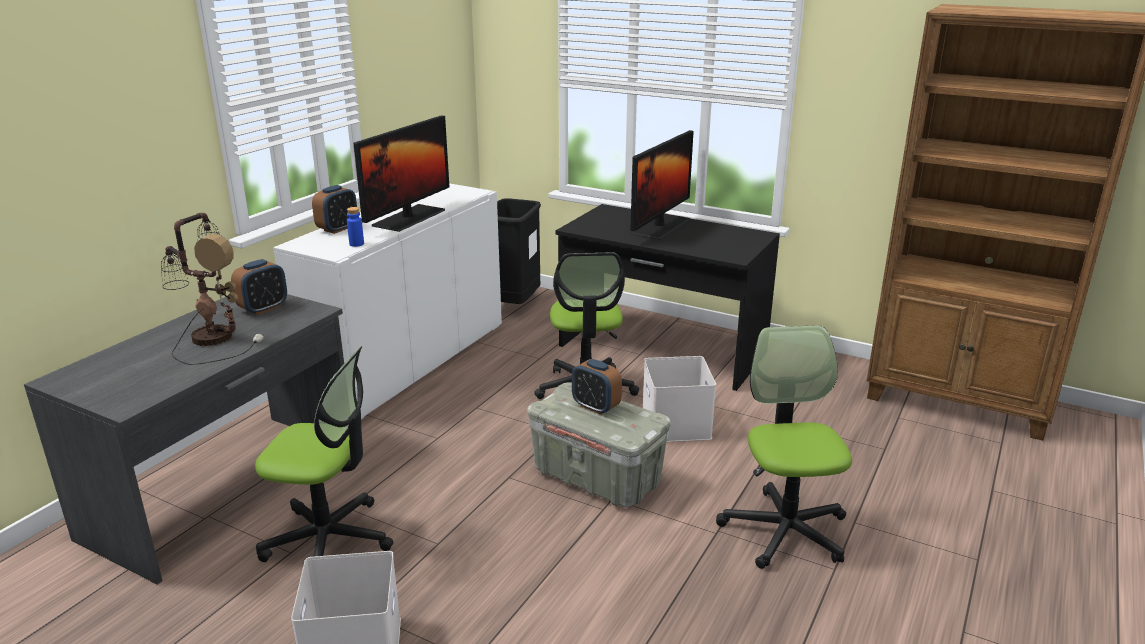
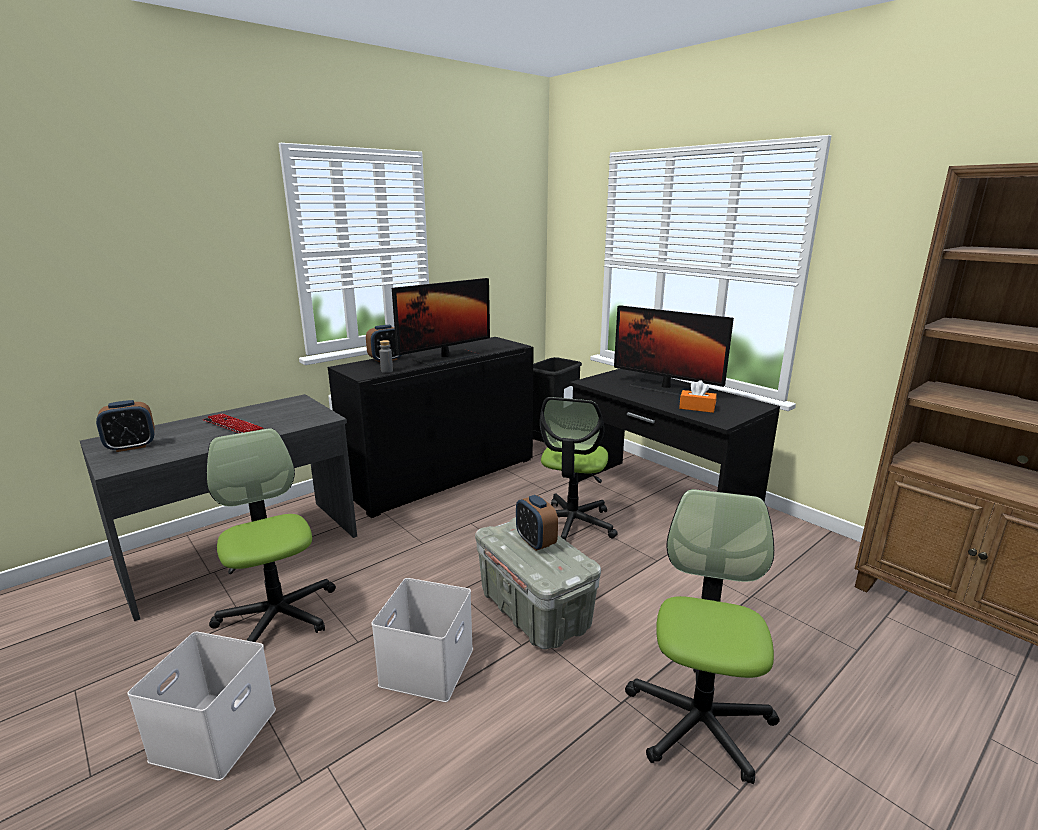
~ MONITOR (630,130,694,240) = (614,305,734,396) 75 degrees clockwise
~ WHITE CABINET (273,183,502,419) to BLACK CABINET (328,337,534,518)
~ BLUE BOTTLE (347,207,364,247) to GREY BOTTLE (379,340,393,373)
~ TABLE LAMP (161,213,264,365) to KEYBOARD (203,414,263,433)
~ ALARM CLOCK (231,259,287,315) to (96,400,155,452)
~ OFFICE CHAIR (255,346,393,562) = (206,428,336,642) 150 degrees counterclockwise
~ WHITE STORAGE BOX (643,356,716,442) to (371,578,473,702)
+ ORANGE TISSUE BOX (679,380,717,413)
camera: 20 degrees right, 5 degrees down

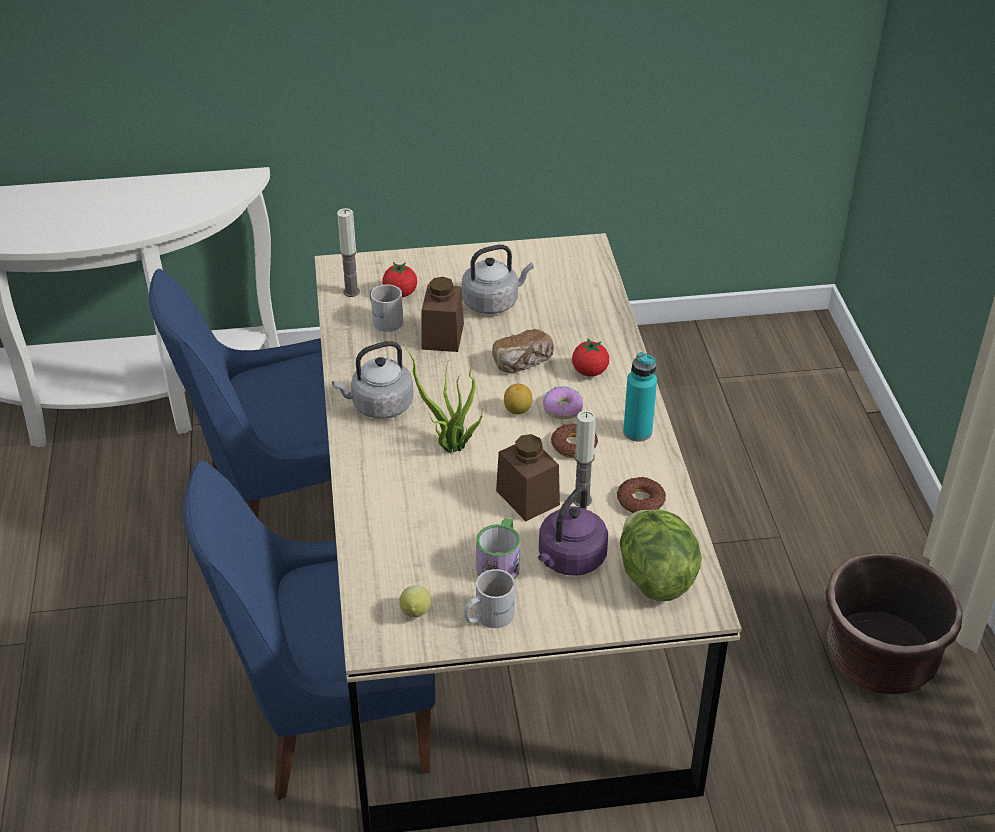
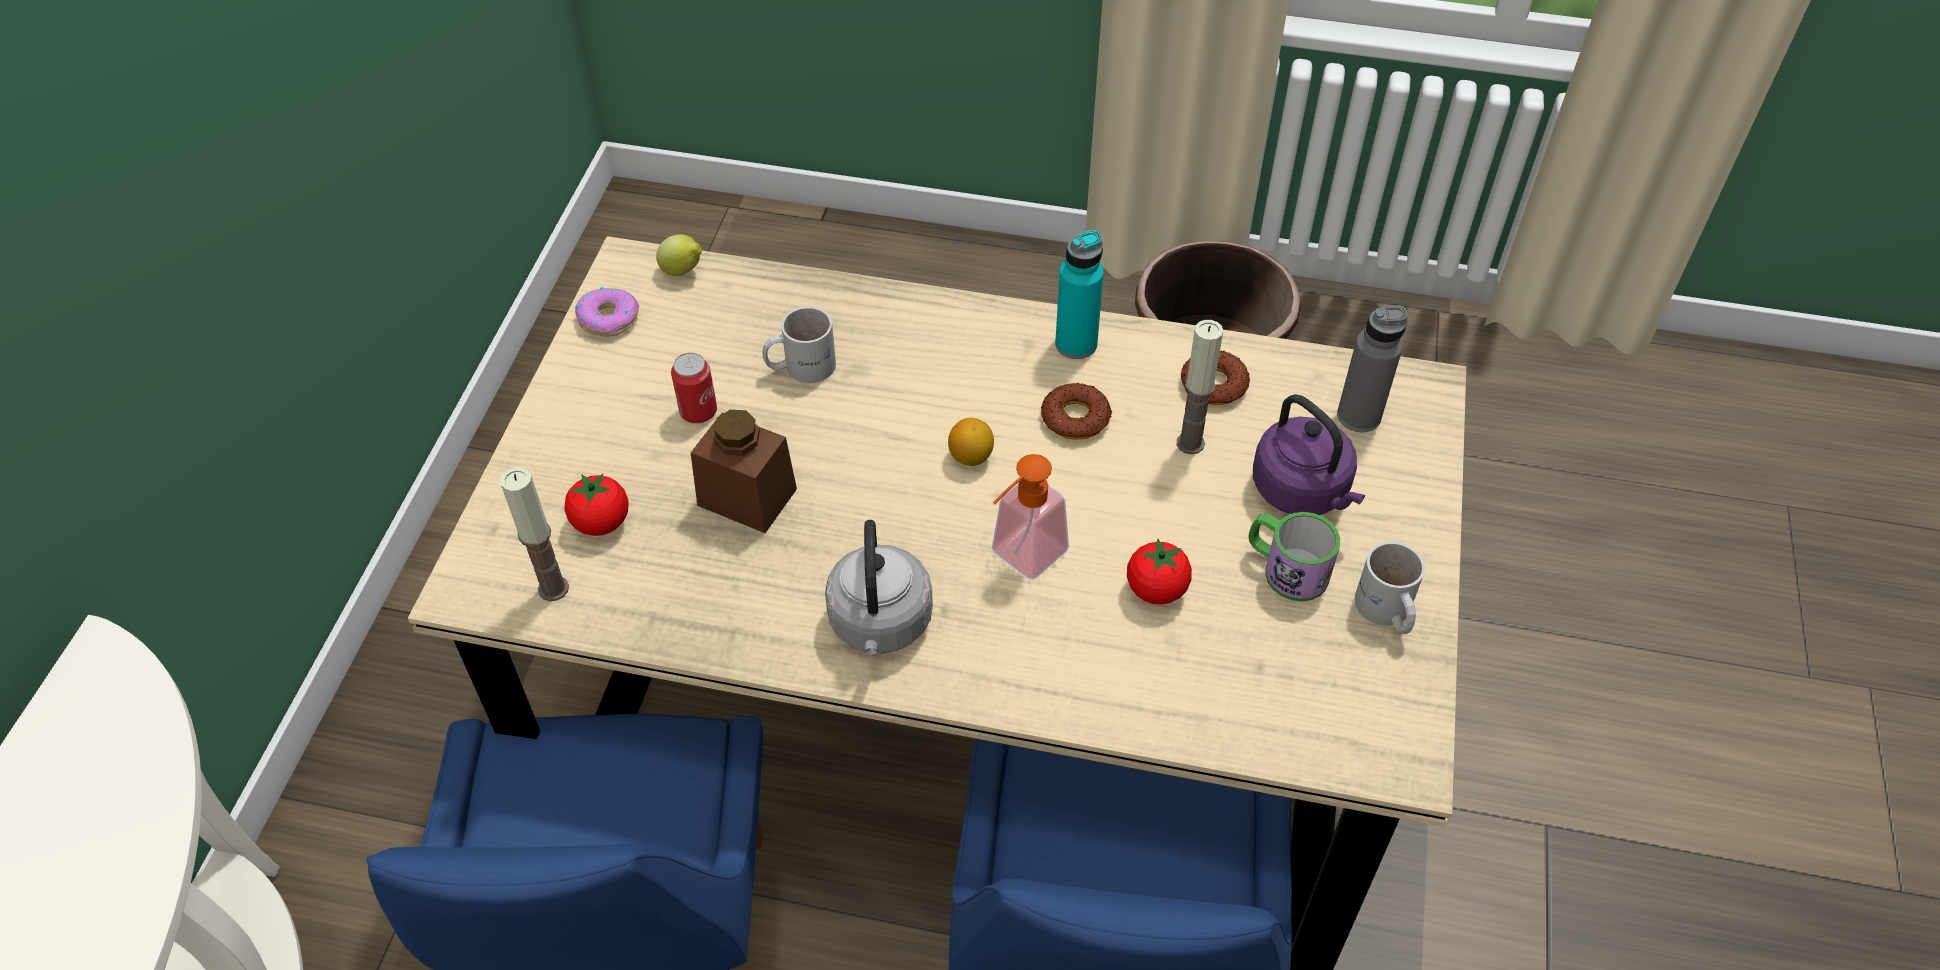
~ GREY KETTLE (462,244,534,314) to CAN (671,353,717,423)
~ WHITE MUG (370,284,403,332) to (762,307,836,383)
- BREAD (492,329,554,373)
~ TOMATO (572,338,609,377) to (1127,538,1192,605)
~ POTTED PLANT (403,344,483,453) to SOAP DISPENSER (992,454,1069,580)
~ DONUT (543,386,583,419) to (575,287,639,336)
- BROWN JAR (496,434,560,521)
~ LETTUCE (620,509,702,601) to GREY BOTTLE (1337,305,1408,432)
~ LEMON (399,585,431,617) to (656,235,702,276)
camera: 70 degrees left, 10 degrees up

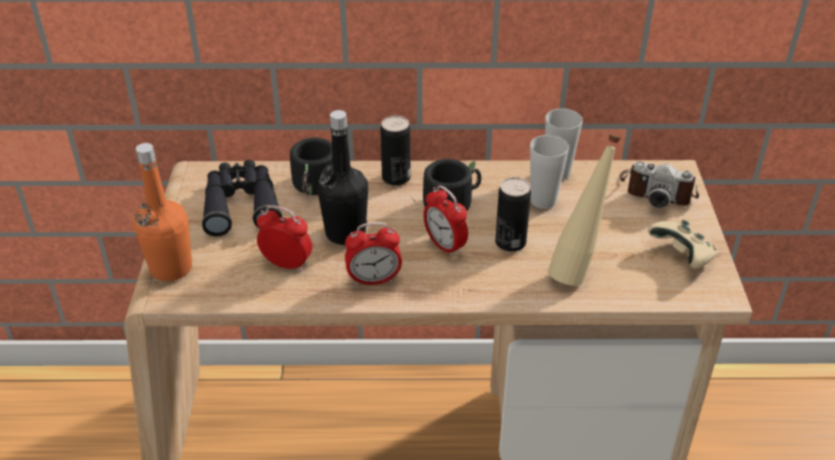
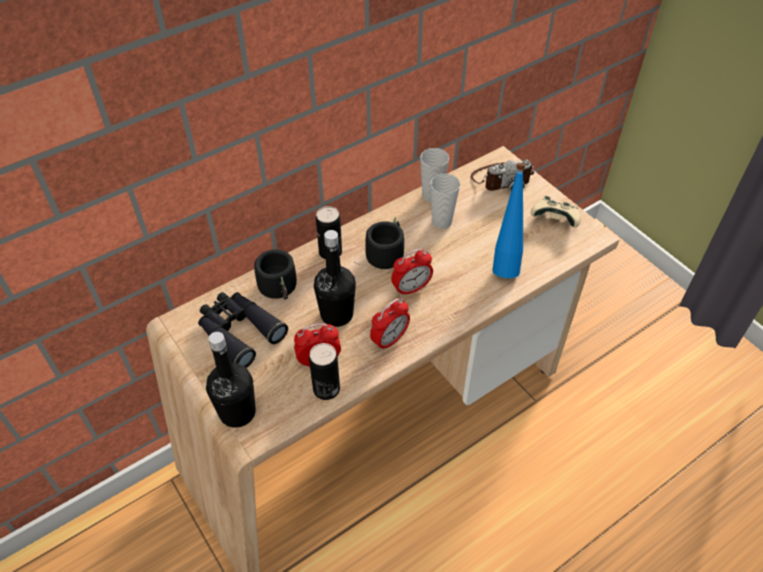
~ BEIGE BOTTLE (548,133,621,286) to BLUE BOTTLE (492,163,525,278)
~ ORANGE BOTTLE (133,143,192,281) to BLACK BOTTLE (206,332,256,428)
~ CAN (495,177,531,252) to (309,343,340,400)
~ ALARM CLOCK (423,185,468,257) = (391,249,433,297) 45 degrees counterclockwise
camera: 35 degrees left, 10 degrees up

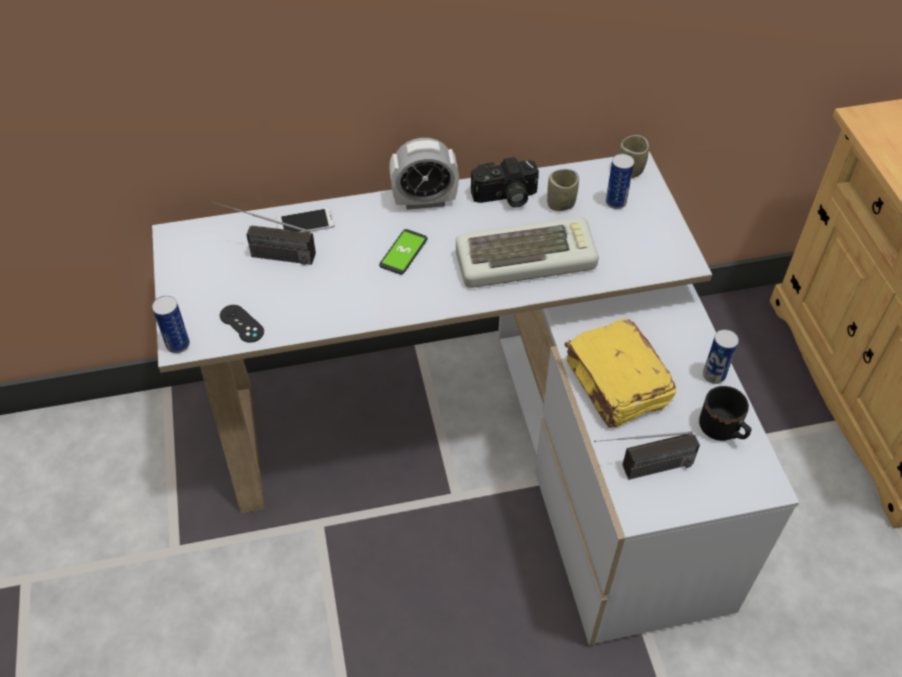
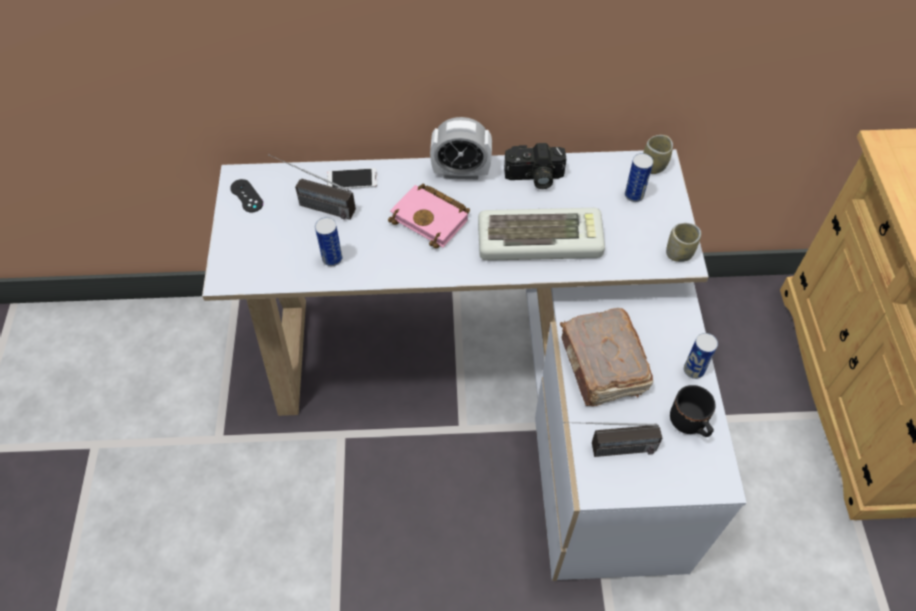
~ CUP (547,169,579,211) to (666,223,701,262)
~ PHONE (379,229,428,275) to PINK BOOK (388,184,470,248)
~ CAN (152,296,190,353) to (315,217,343,266)
~ BLACK GAME CONTROLLER (220,305,264,343) to (230,179,263,212)
~ YELLOW BOOK (564,319,676,428) to BROWN BOOK (560,308,654,406)
camera: 10 degrees right, 5 degrees up

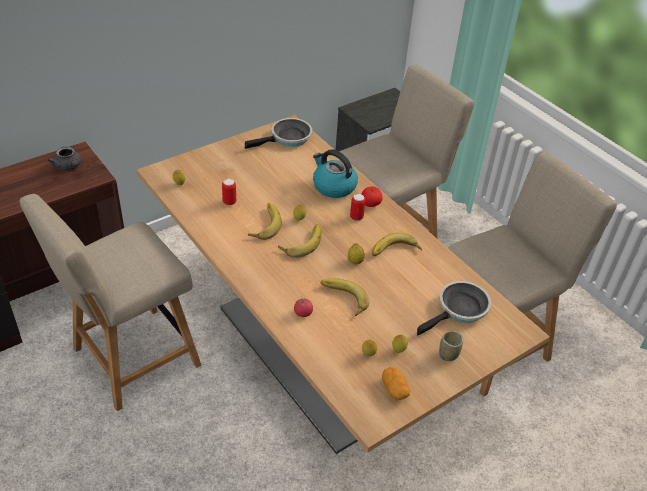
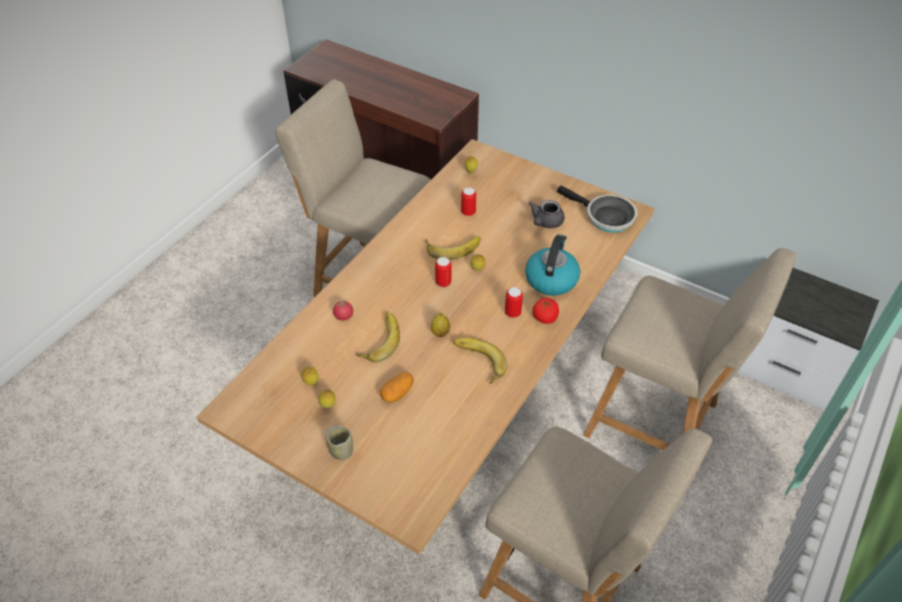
~ GREY TEAPOT (48,146,82,171) to (529,200,564,228)
~ BANANA (278,224,322,258) to CAN (435,257,451,287)
- FRYING PAN (417,281,491,335)
~ POTATO (382,367,411,400) to (380,372,414,402)
camera: 70 degrees right, 5 degrees up

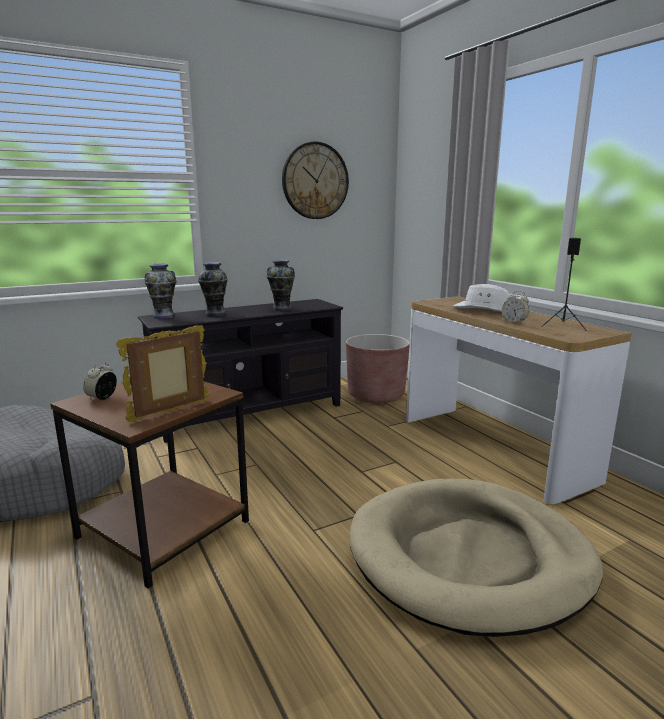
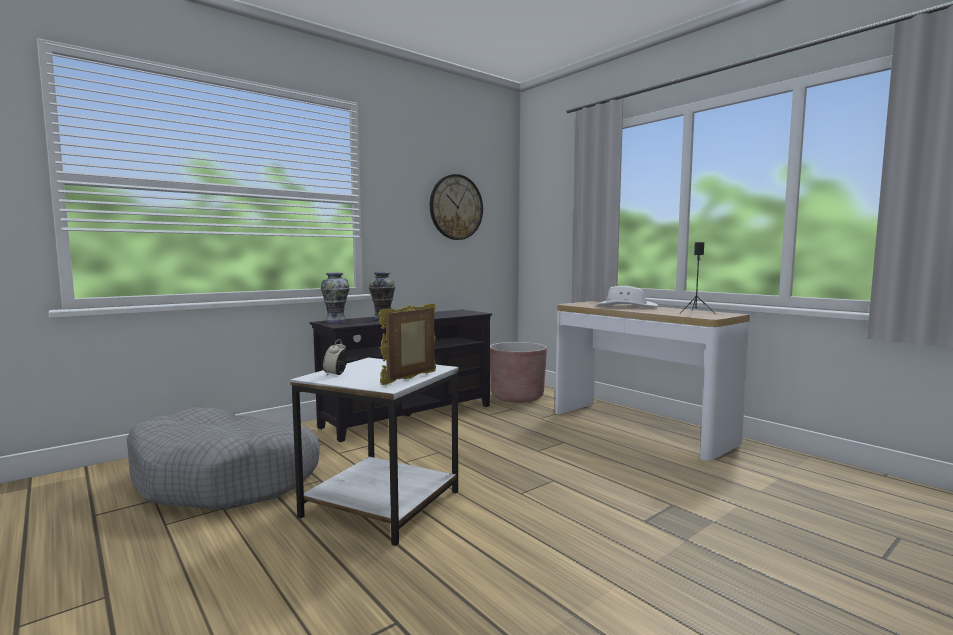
- VASE (267,260,295,311)
- ALARM CLOCK (502,291,529,324)
~ BROWN SIDE TABLE (50,381,249,589) to WHITE SIDE TABLE (290,358,459,546)
- BEIGE DOG BED (349,479,603,637)
camera: 10 degrees left, 10 degrees down

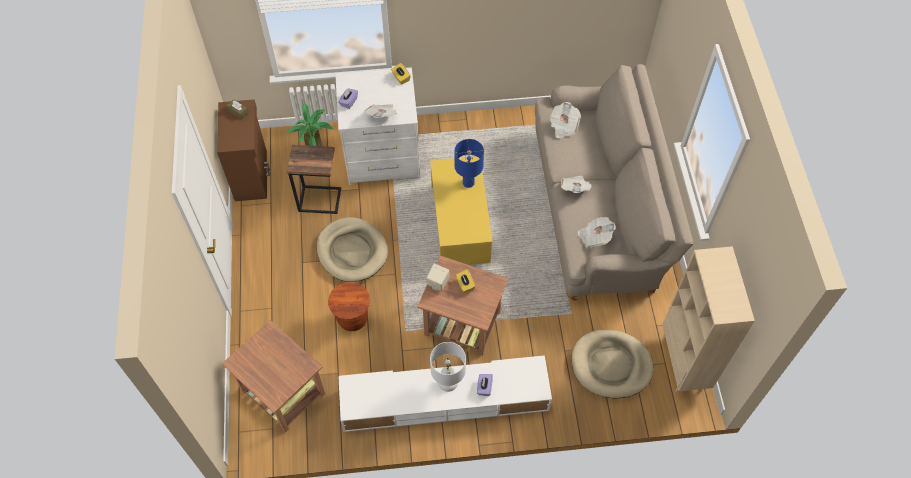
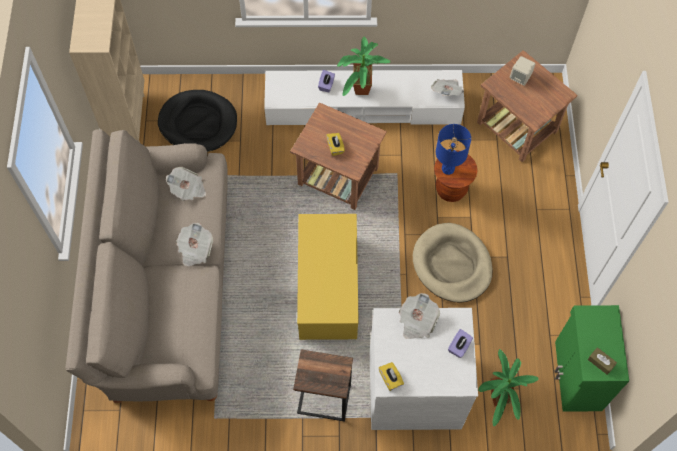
~ BROWN CABINET (217,99,270,201) to GREEN CABINET (555,305,629,412)
~ NEWSPAPER (550,102,581,138) to (431,79,464,96)
~ BLUE TABLE LAMP (454,139,484,188) to (436,124,471,175)
~ SIDE TABLE (287,145,341,214) to (293,349,353,422)
~ BEIGE SPEAKER (426,264,450,291) to (510,56,536,85)
~ BEIGE DOG BED (571,329,654,398) to BLACK DOG BED (158,90,237,152)
~ WHITE TABLE LAMP (430,342,466,392) to POTTED PLANT (337,37,391,96)
camera: 175 degrees left, 5 degrees up

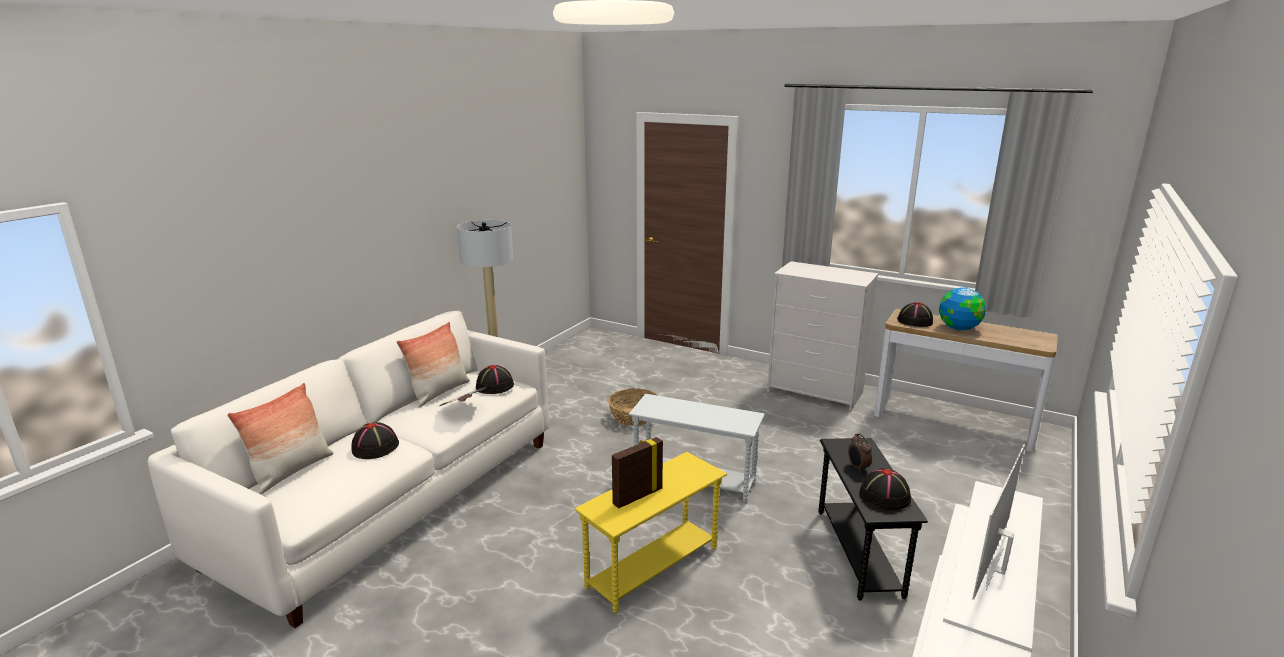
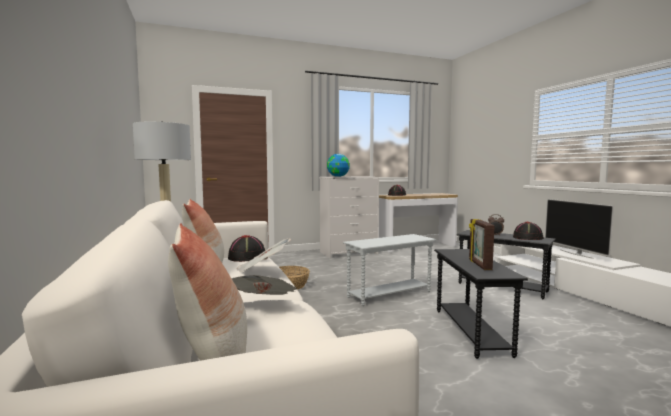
~ GLOBE (939,287,986,330) to (327,154,350,177)
~ BLACK HAT (351,422,399,459) to NEWSPAPER (231,275,297,295)
~ YELLOW SIDE TABLE (574,452,727,613) to BLACK SIDE TABLE (434,249,528,359)
camera: 50 degrees left, 15 degrees down

